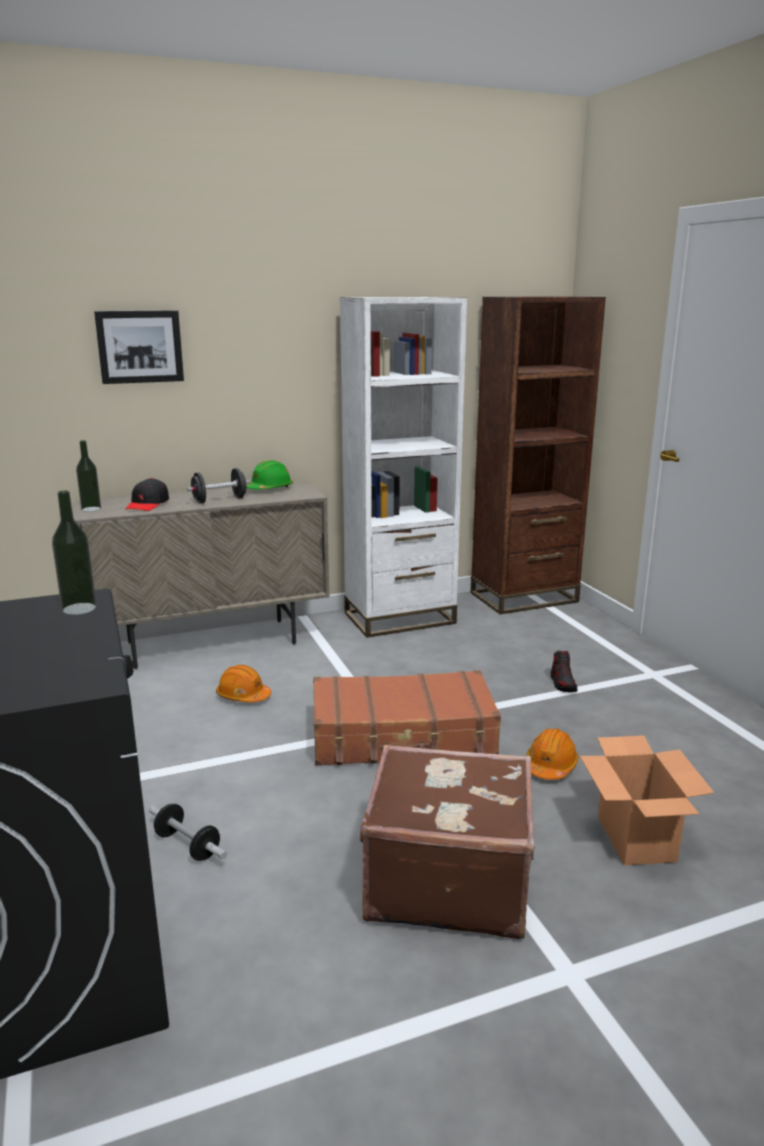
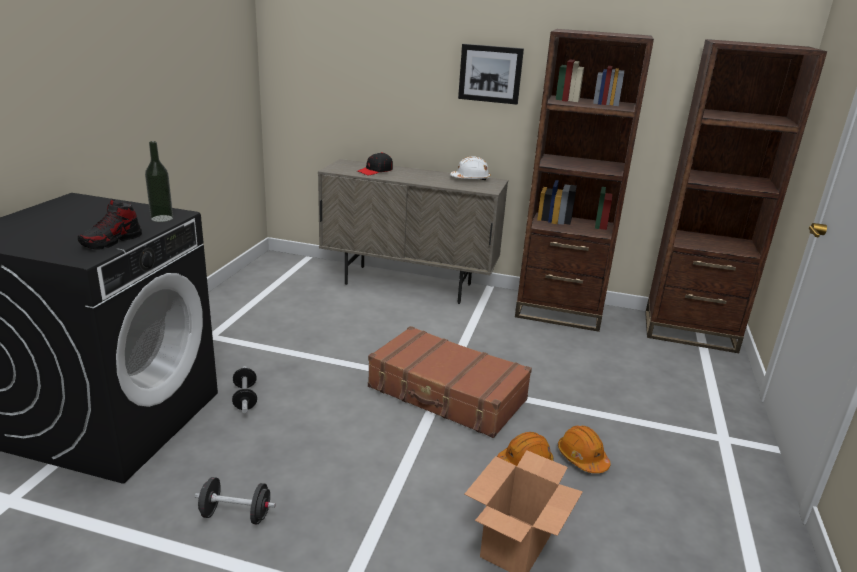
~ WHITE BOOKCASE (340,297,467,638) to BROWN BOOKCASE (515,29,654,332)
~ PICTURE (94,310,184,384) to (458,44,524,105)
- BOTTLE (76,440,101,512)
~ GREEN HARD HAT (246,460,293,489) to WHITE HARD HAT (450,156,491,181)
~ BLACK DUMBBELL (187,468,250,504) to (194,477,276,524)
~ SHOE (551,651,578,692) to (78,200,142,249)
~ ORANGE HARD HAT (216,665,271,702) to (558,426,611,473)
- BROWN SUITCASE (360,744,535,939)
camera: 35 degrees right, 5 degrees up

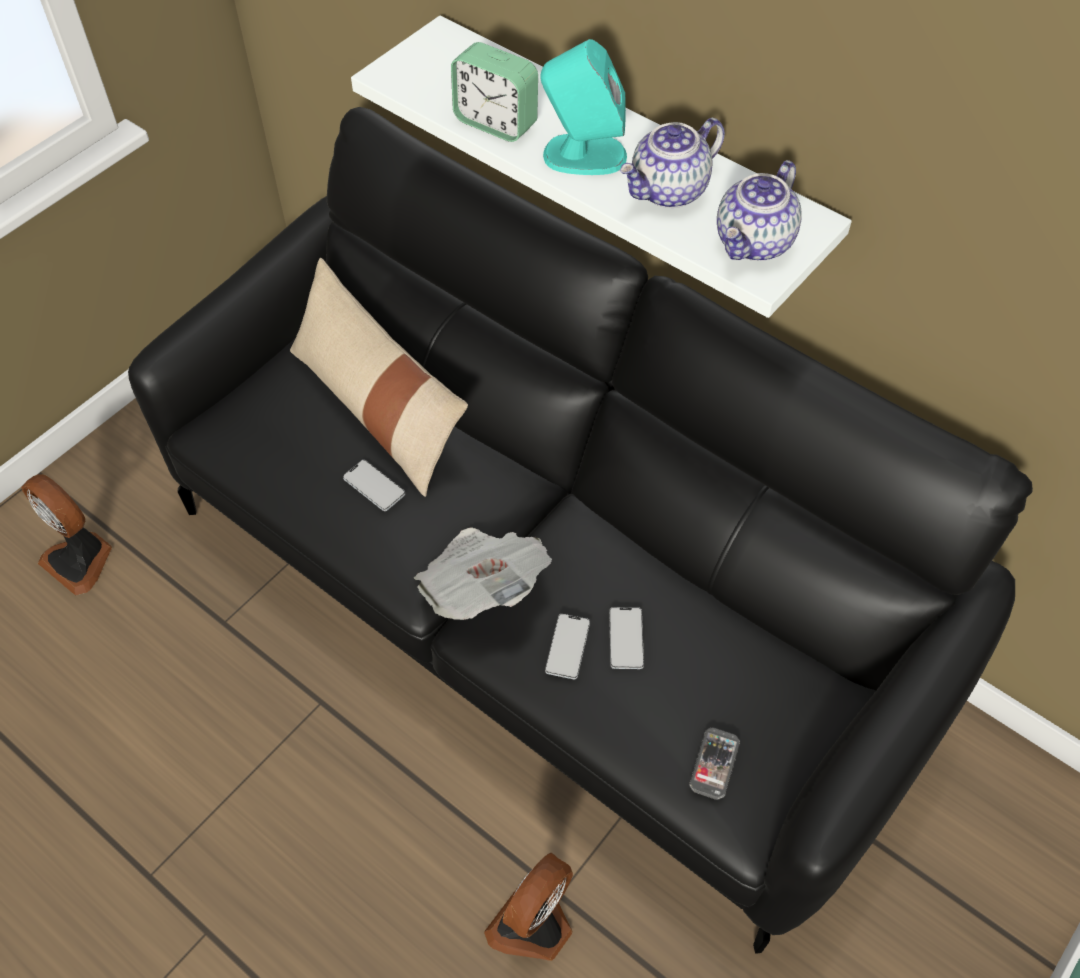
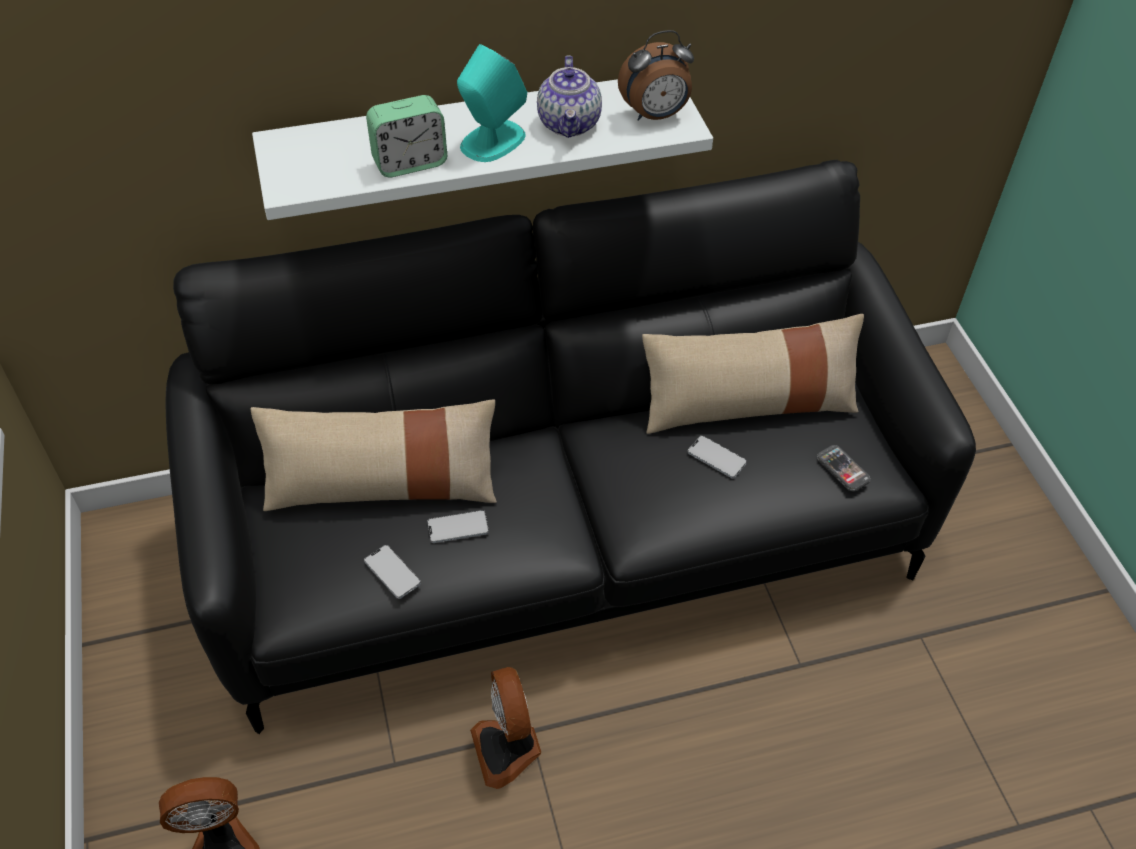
~ TEAPOT (717,160,802,261) to ALARM CLOCK (618,30,694,121)
- NEWSPAPER (414,528,552,620)
~ PHONE (545,614,590,679) to (364,545,421,599)
~ FAN (484,853,573,961) to (470,667,541,789)
+ BEIGE PILLOW (642,314,864,434)
camera: 55 degrees left, 5 degrees down

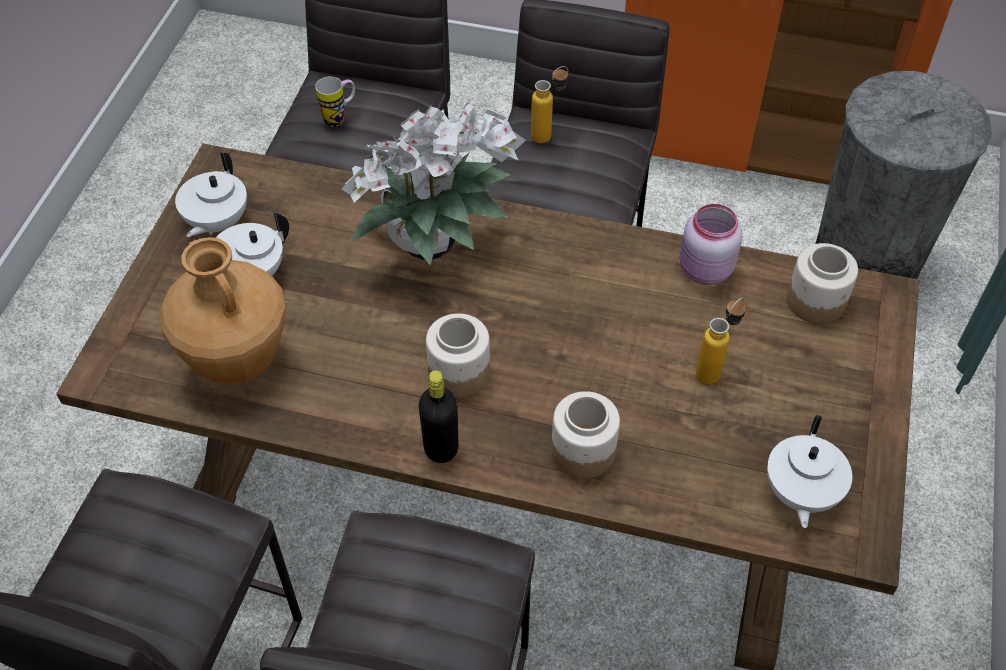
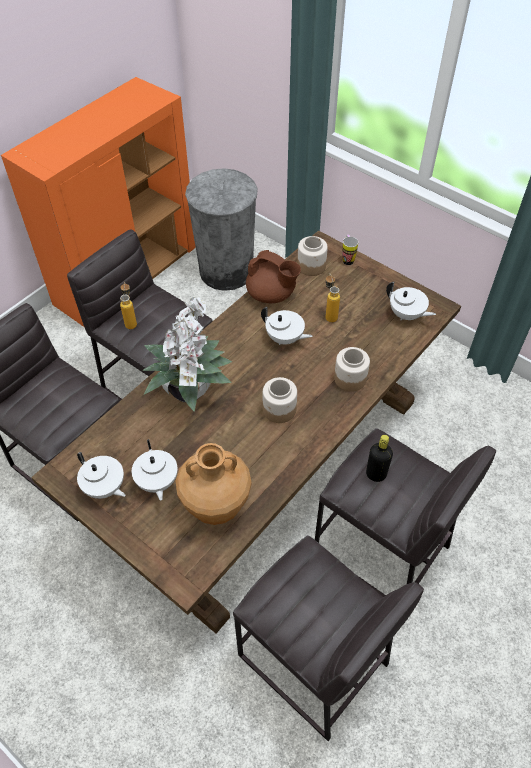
~ MUG (315,77,355,127) to (342,235,358,265)
~ PINK JAR (680,204,743,285) to BROWN TEAPOT (246,250,301,303)
~ BLACK BOTTLE (419,370,459,463) to (366,435,393,482)
+ WHITE TEAPOT (261,307,313,345)
camera: 65 degrees left, 0 degrees up

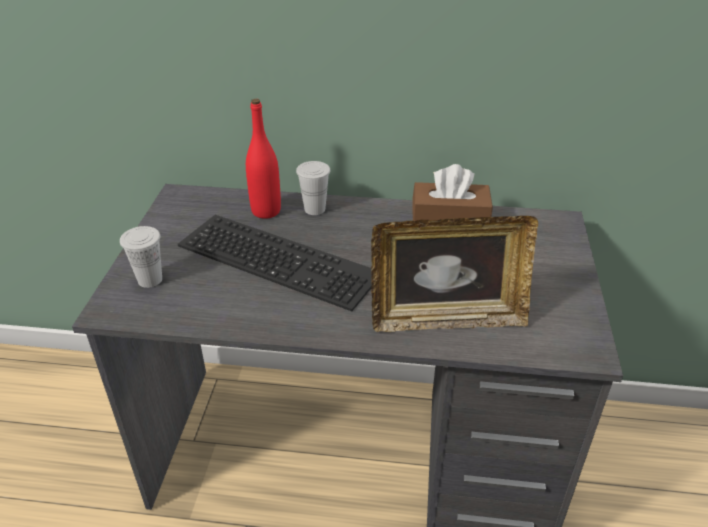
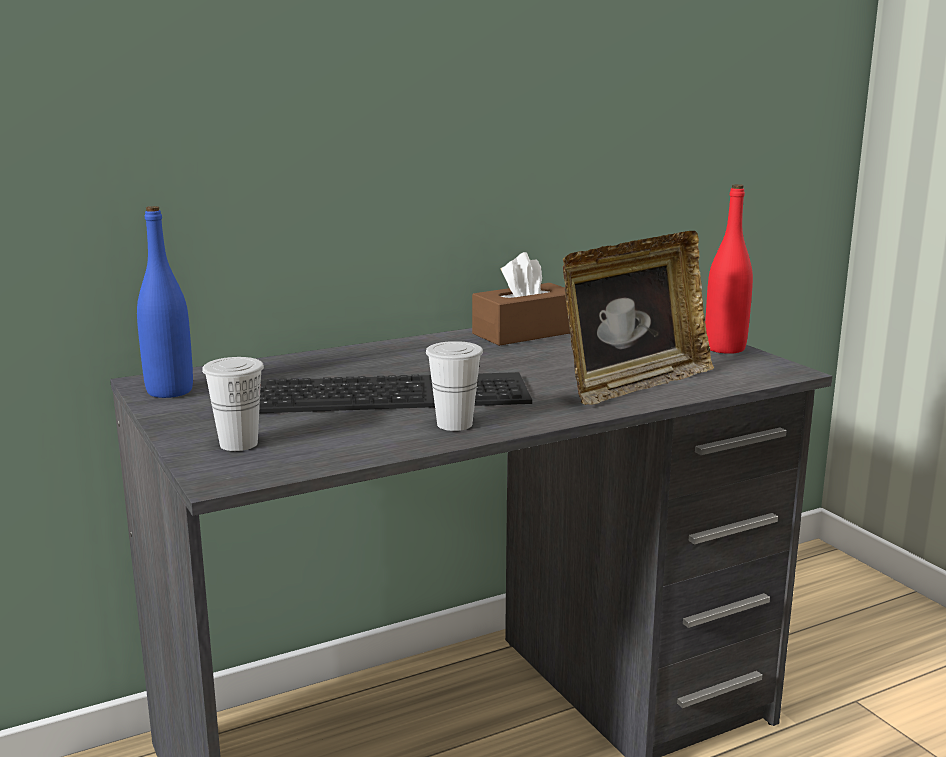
~ RED BOTTLE (246,99,281,219) to (705,184,753,354)
~ WHITE CUP (296,161,330,215) to (426,341,483,431)
+ BLUE BOTTLE (137,206,193,398)
camera: 35 degrees left, 20 degrees down

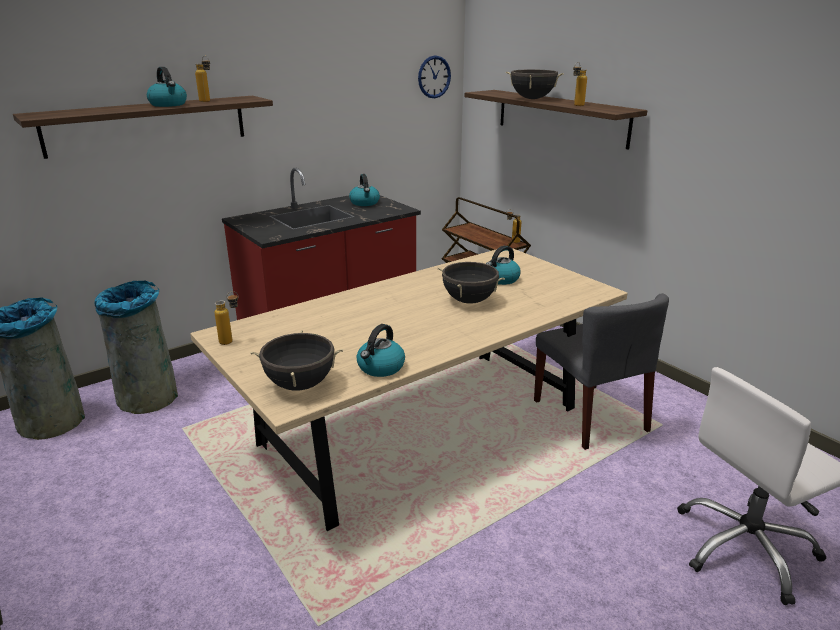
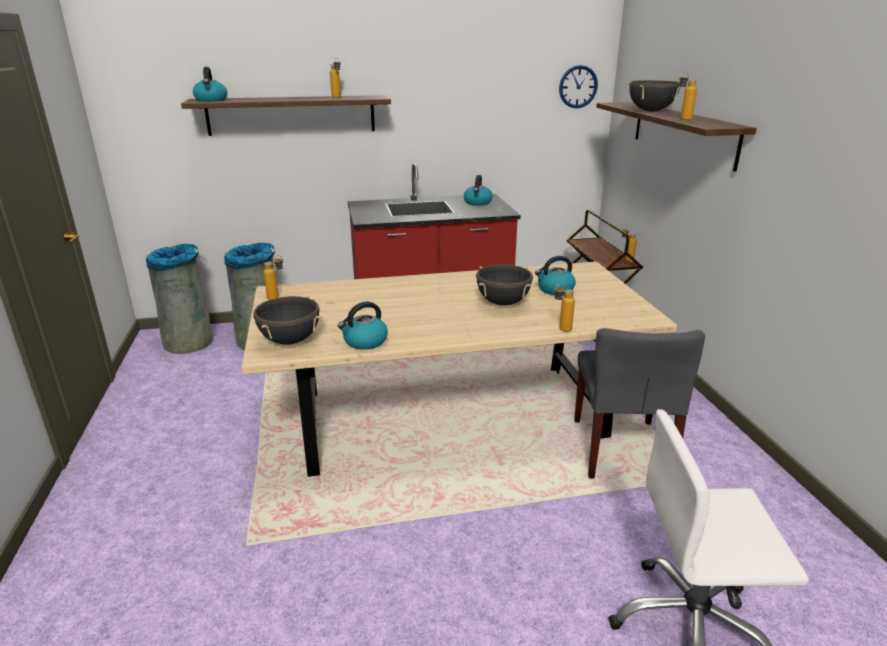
~ KETTLE (147,67,187,107) to (193,67,227,102)
+ BOTTLE (554,284,575,332)
camera: 25 degrees right, 0 degrees up

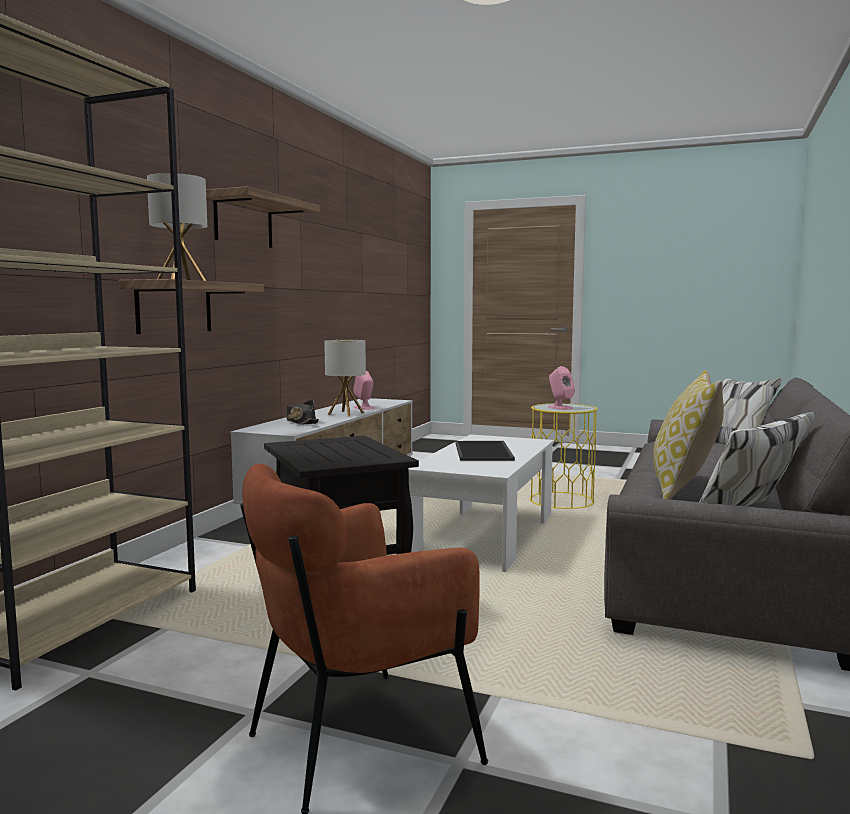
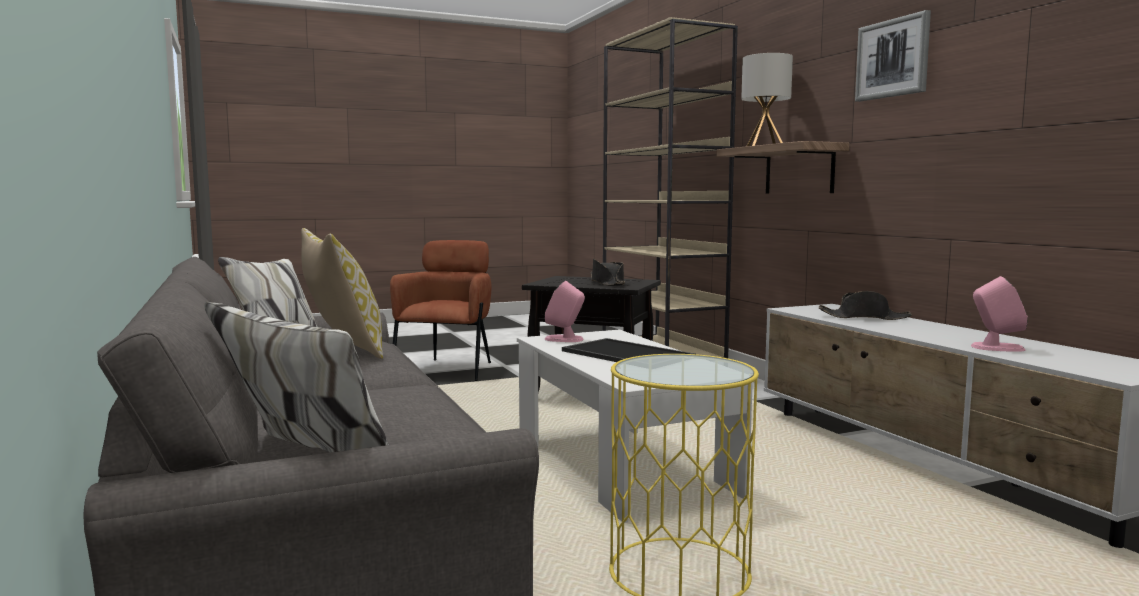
~ SHELF (206,186,320,248) to PICTURE (855,10,931,102)
- TABLE LAMP (324,340,366,416)
~ PINK SPEAKER (548,366,575,410) to (545,281,585,342)
+ BLACK HAT (591,259,625,286)
camera: 135 degrees right, 0 degrees up

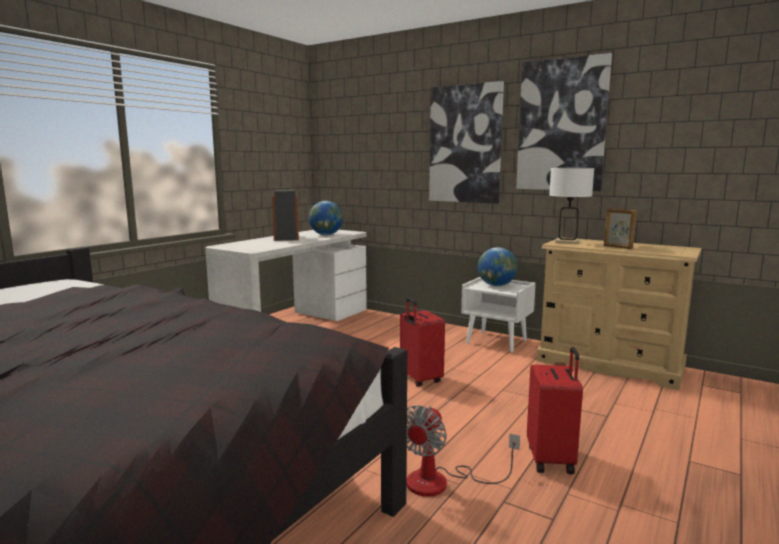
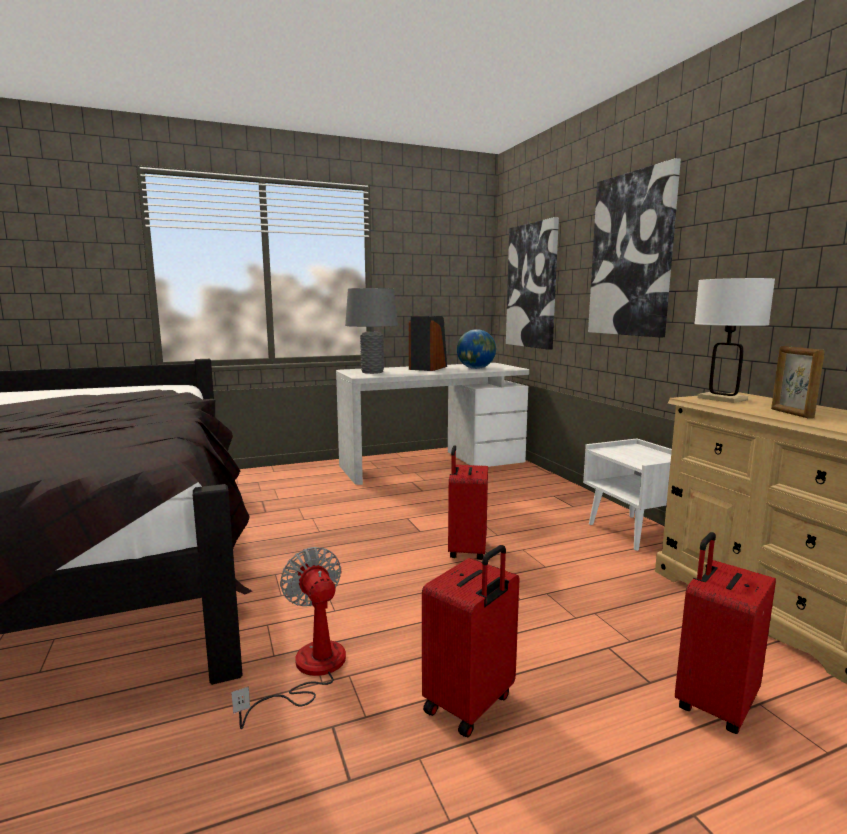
~ PICTURE (516,53,612,191) to (506,217,559,350)
- GLOBE (478,247,517,286)
~ FAN (406,405,520,497) = (231,547,346,729) 90 degrees clockwise
+ GREY TABLE LAMP (345,288,398,374)
+ RED SUITCASE (675,532,776,734)
camera: 35 degrees right, 0 degrees up

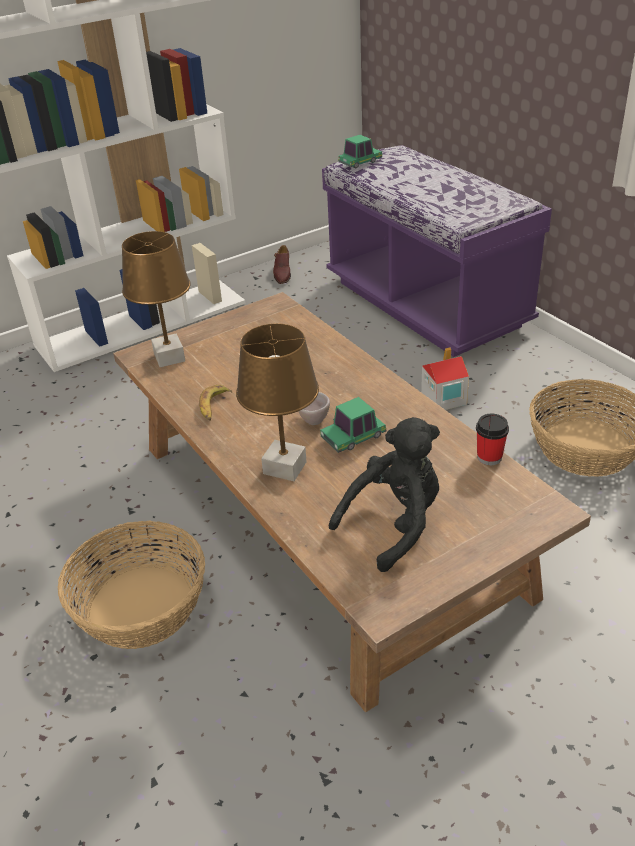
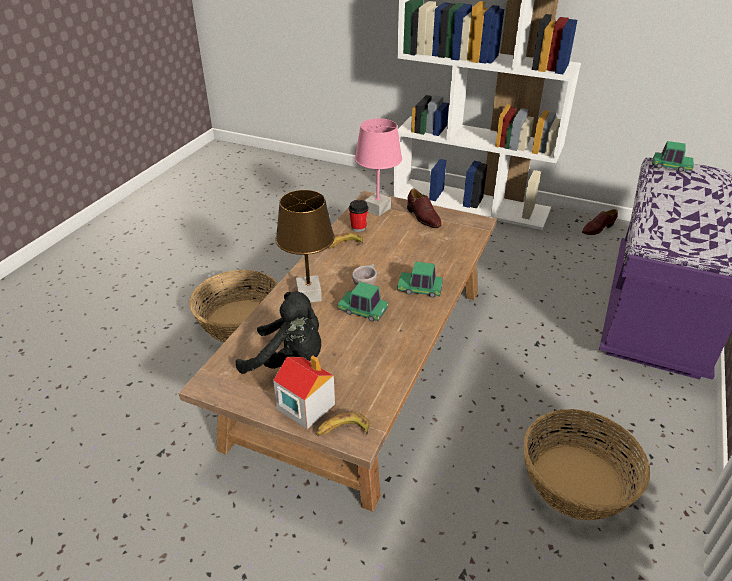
~ BROWN TABLE LAMP (122,231,191,367) to PINK TABLE LAMP (355,118,402,216)
~ TOY HOUSE (421,348,469,410) to (273,355,335,429)
~ CUP (476,414,509,465) to (349,200,368,232)
+ BROWN SHOE (407,188,441,228)
+ TOY CAR (397,261,443,298)
+ BANANA (316,412,370,436)
camera: 55 degrees right, 0 degrees up

